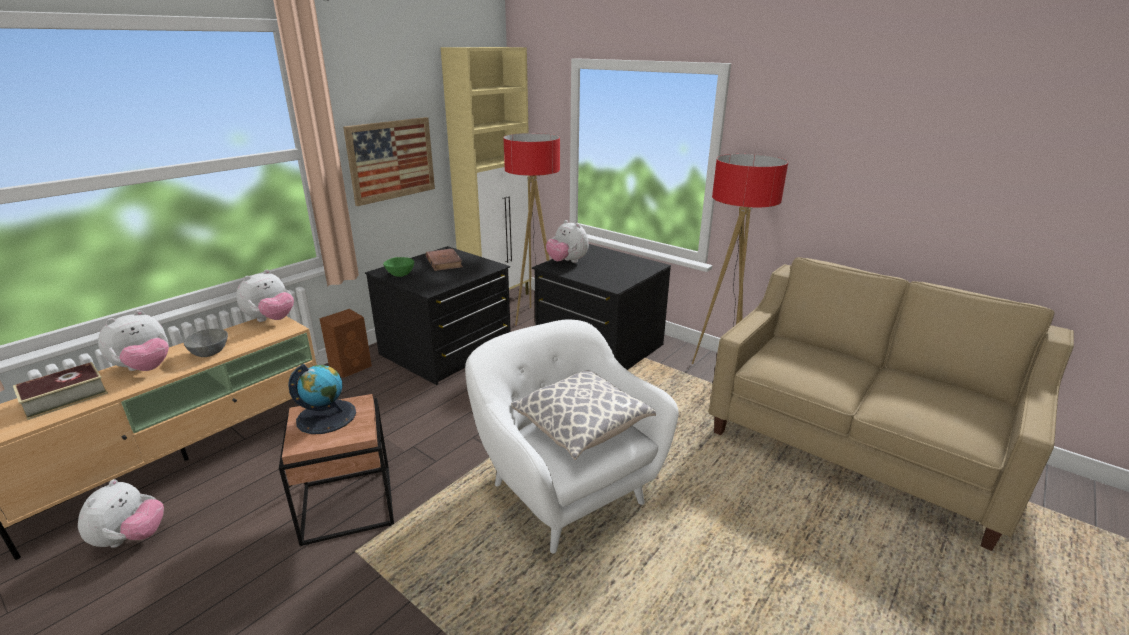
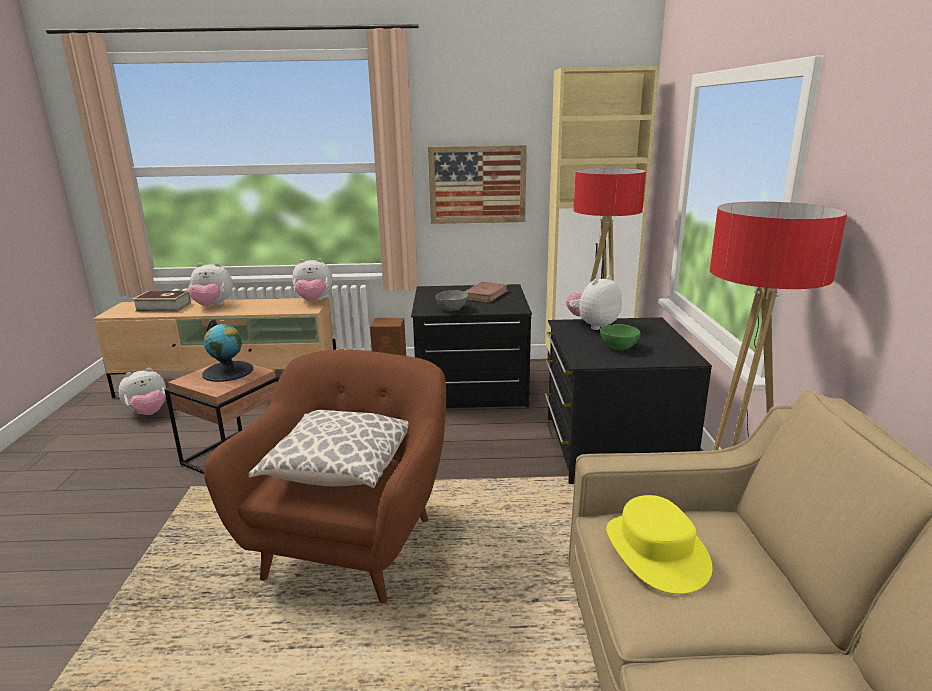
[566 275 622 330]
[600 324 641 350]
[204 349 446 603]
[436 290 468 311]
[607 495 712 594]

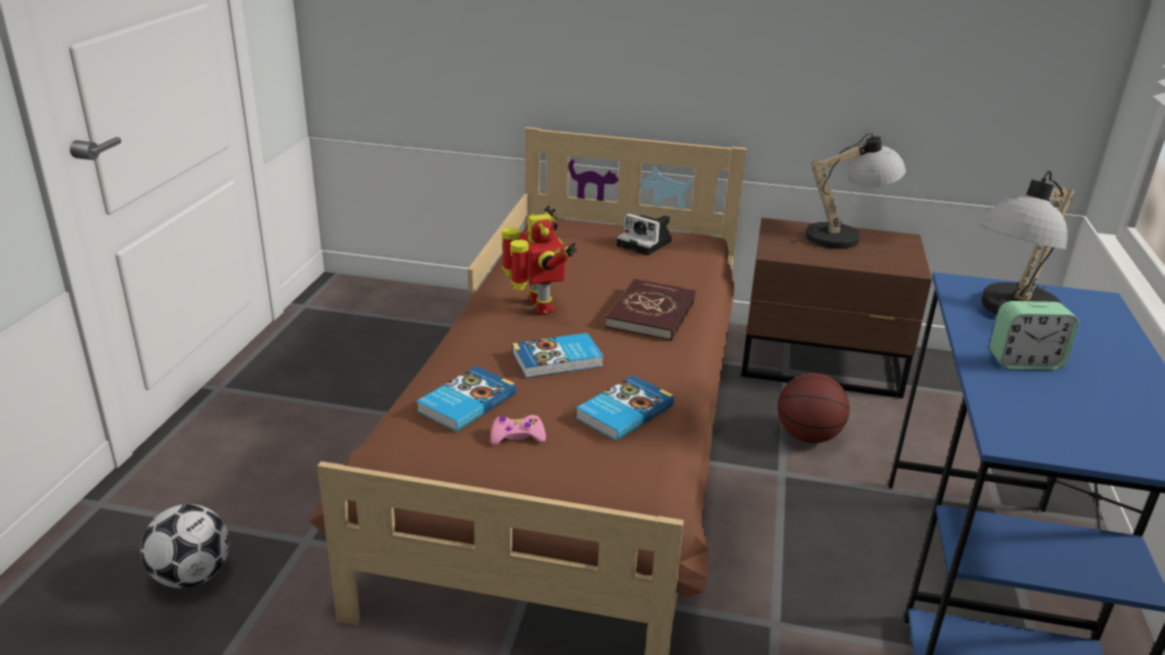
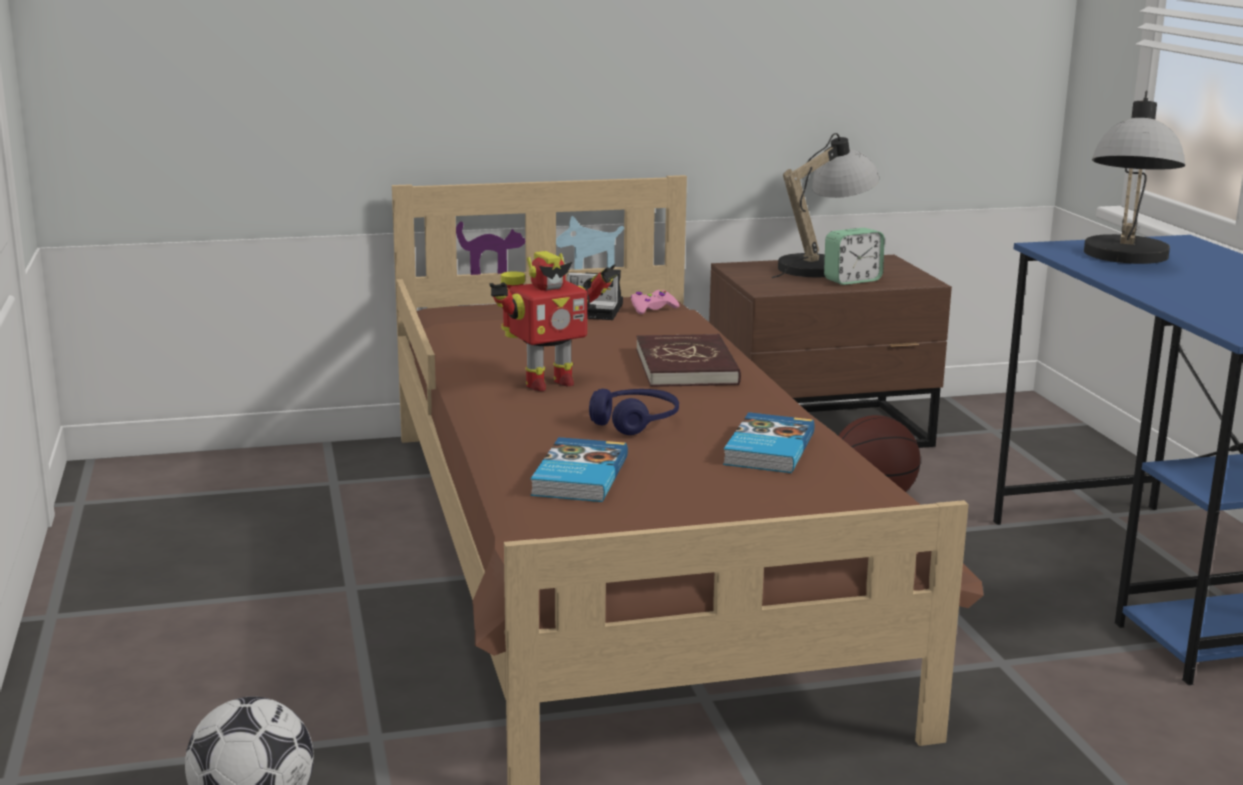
[489 251 617 391]
[824 228 885 285]
[589 389 679 435]
[630 290 680 314]

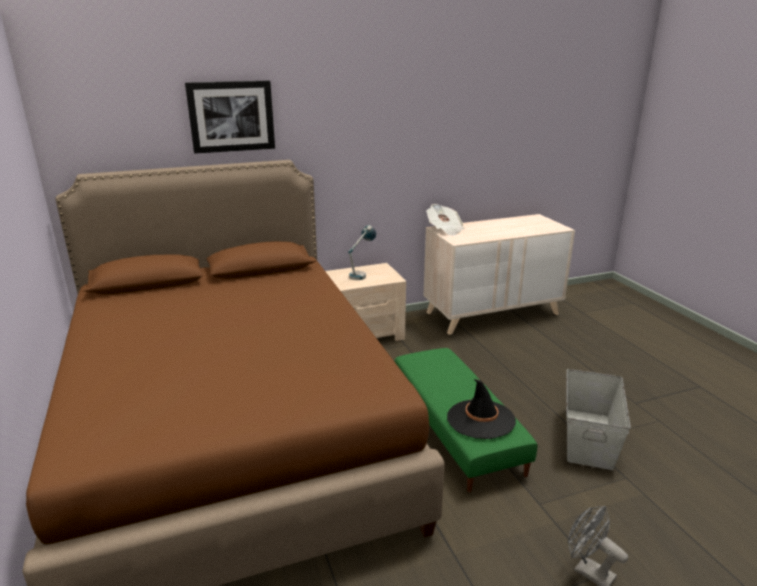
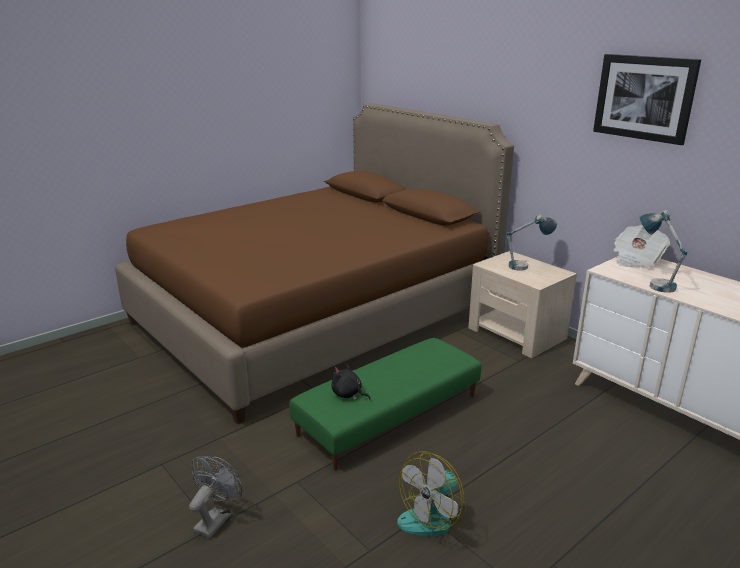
[593 54 701 145]
[397 452 467 536]
[331 363 371 400]
[640 210 687 293]

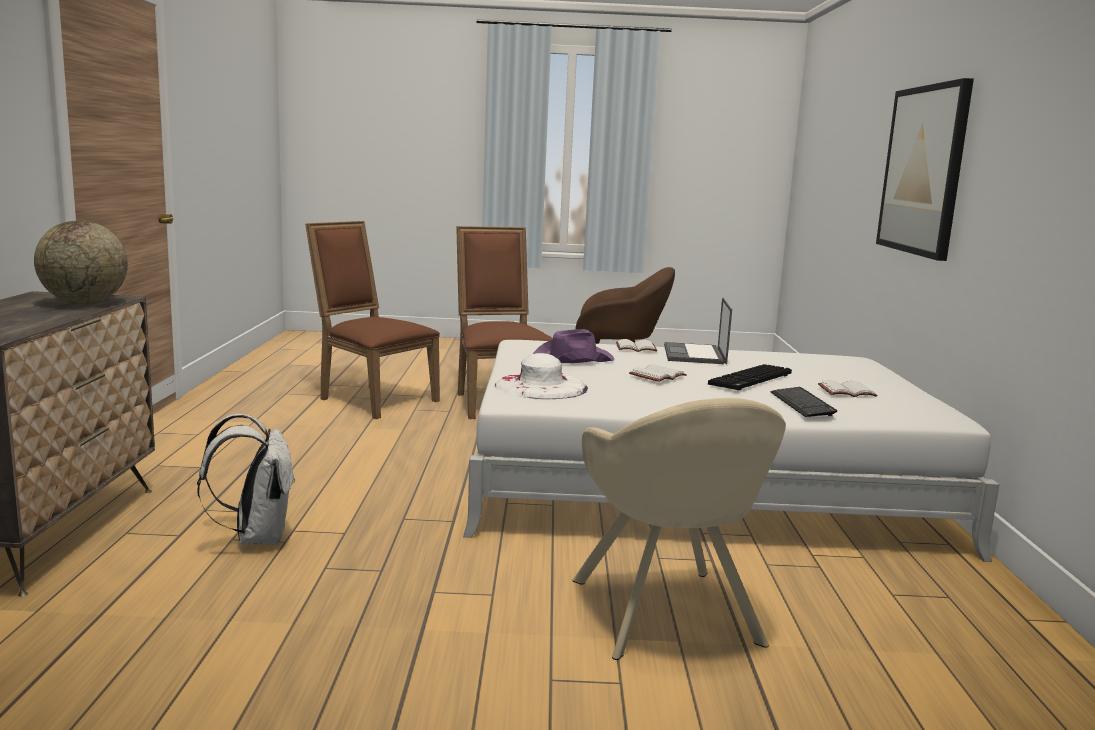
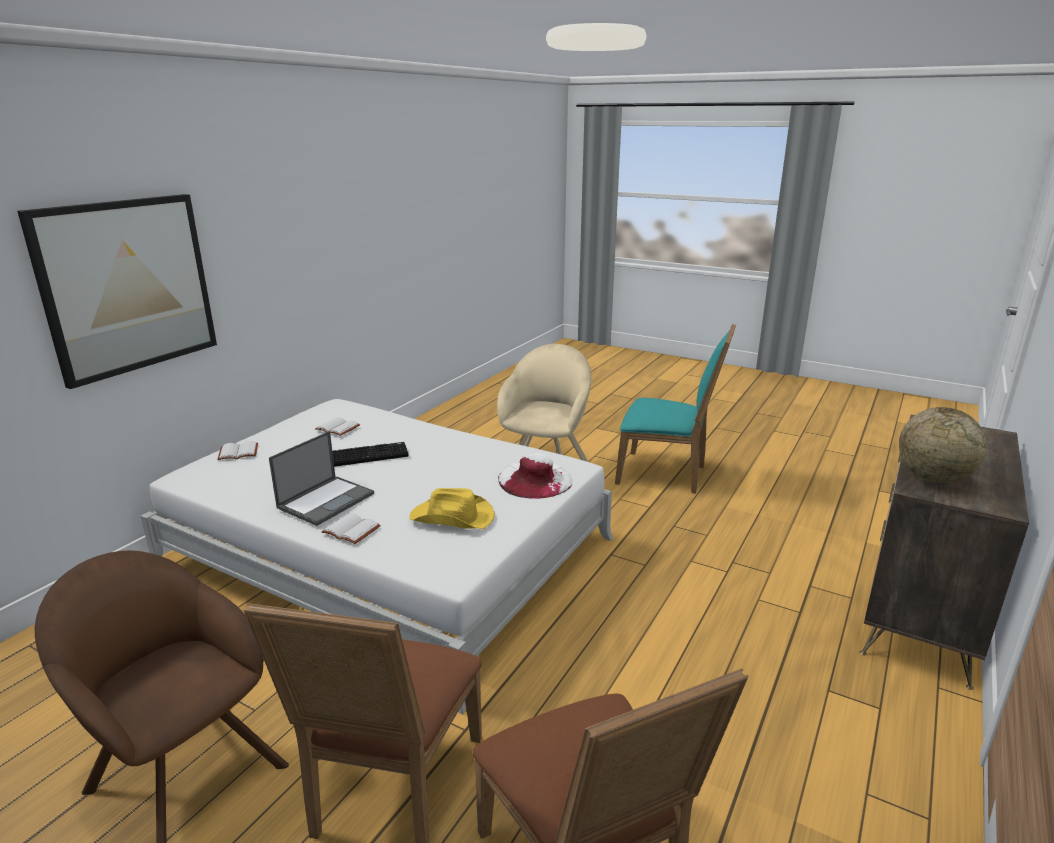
[409 488 495 529]
[217 441 258 460]
[770 387 837 417] (first image)
[197 414 295 544] (first image)
[615 324 736 494]

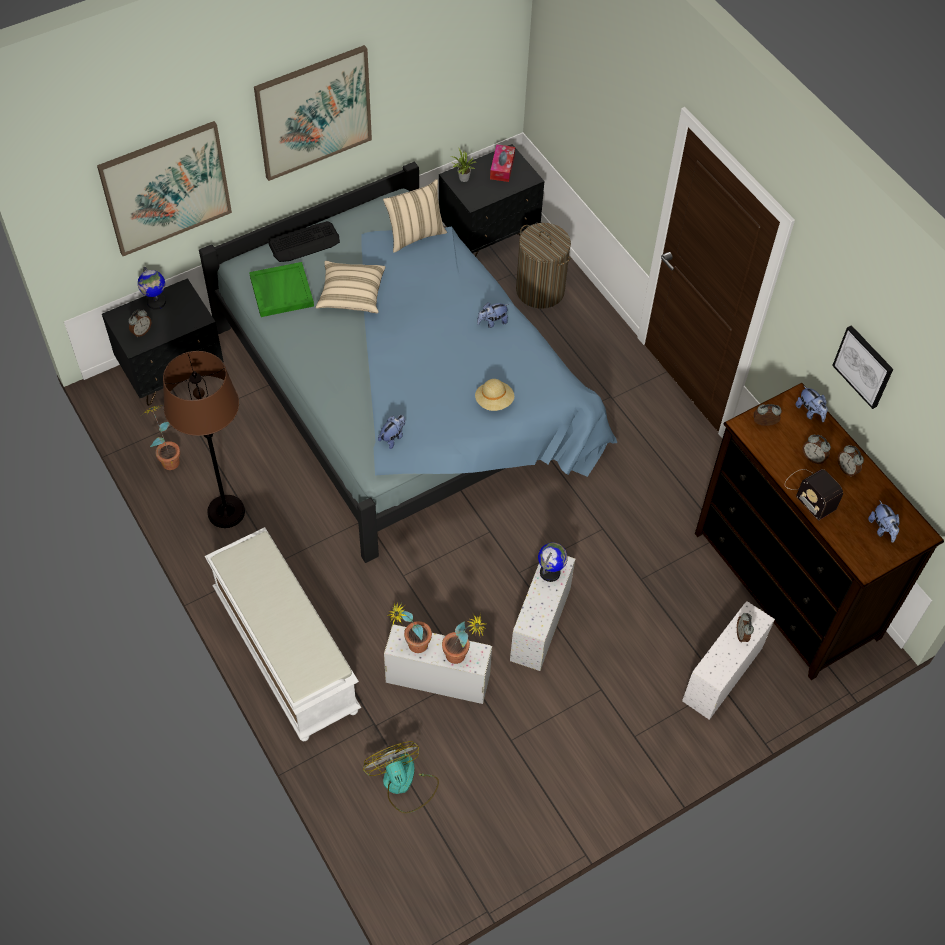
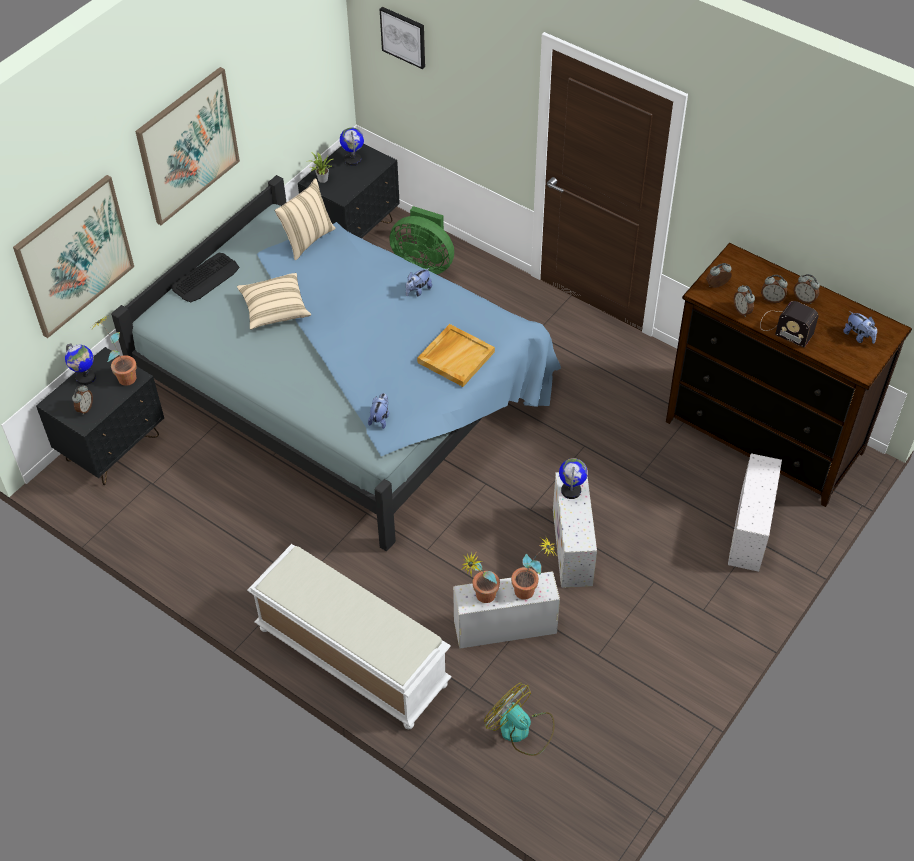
[340 128 364 166]
[389 206 454 274]
[249 262 314 317] (first image)
[380 7 425 69]
[163 351 245 528] (first image)
[417 324 495 387]
[796 385 828 422] (first image)
[93 317 137 386]
[734 285 755 317]

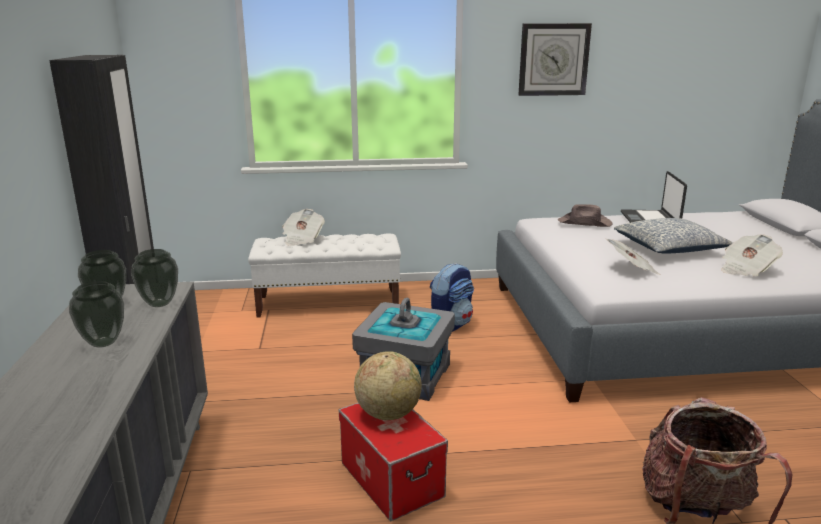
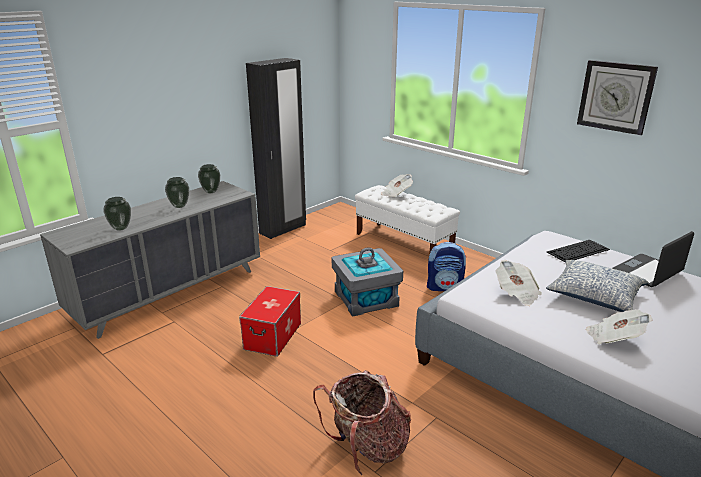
[547 240 610 263]
[104 197 131 231]
[354 351 422 420] (first image)

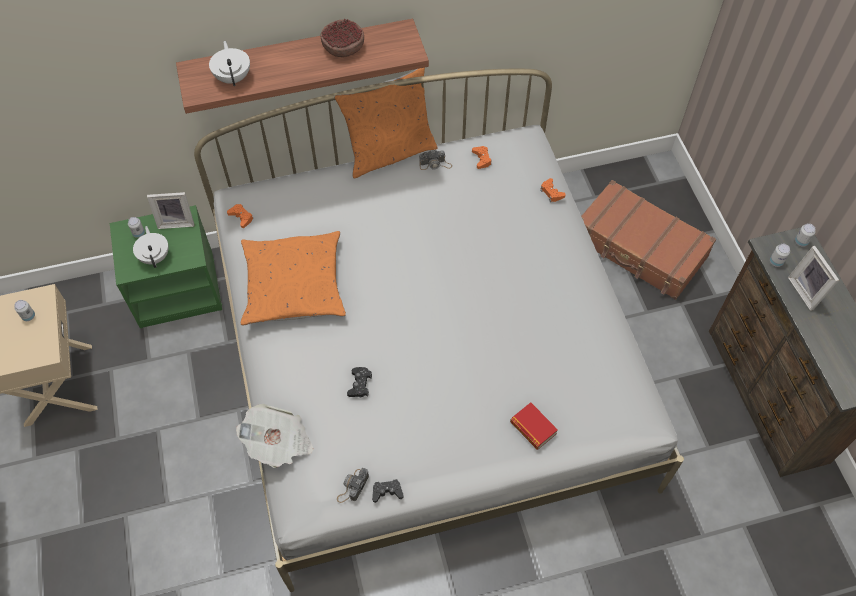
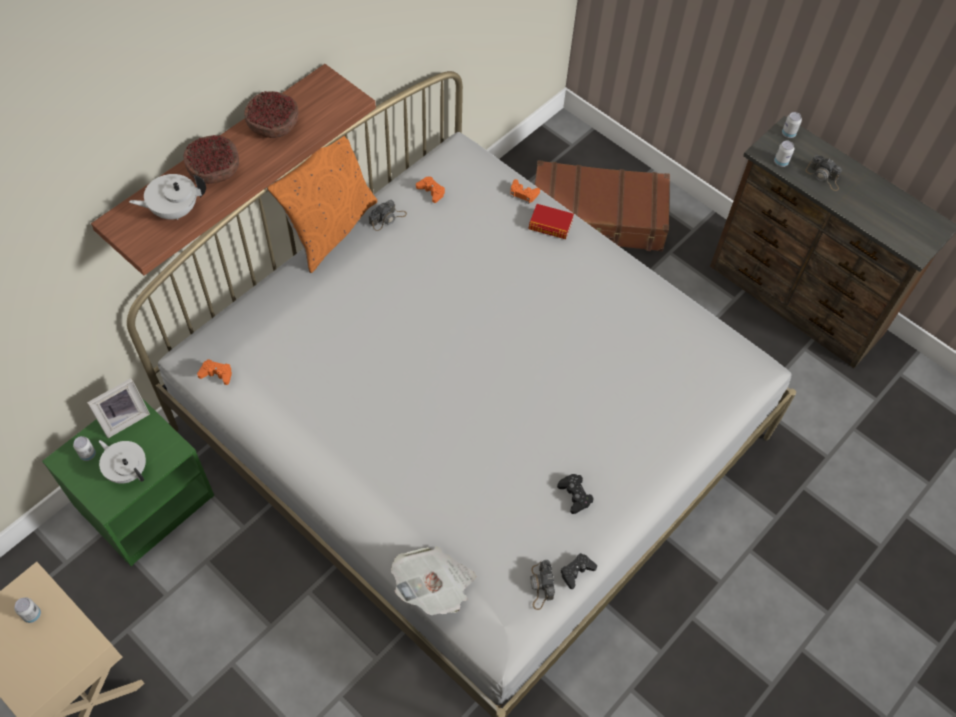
[129 174 206 220]
[241 231 346 326] (first image)
[806 155 842 191]
[557 474 594 514]
[529 204 574 239]
[184 135 239 184]

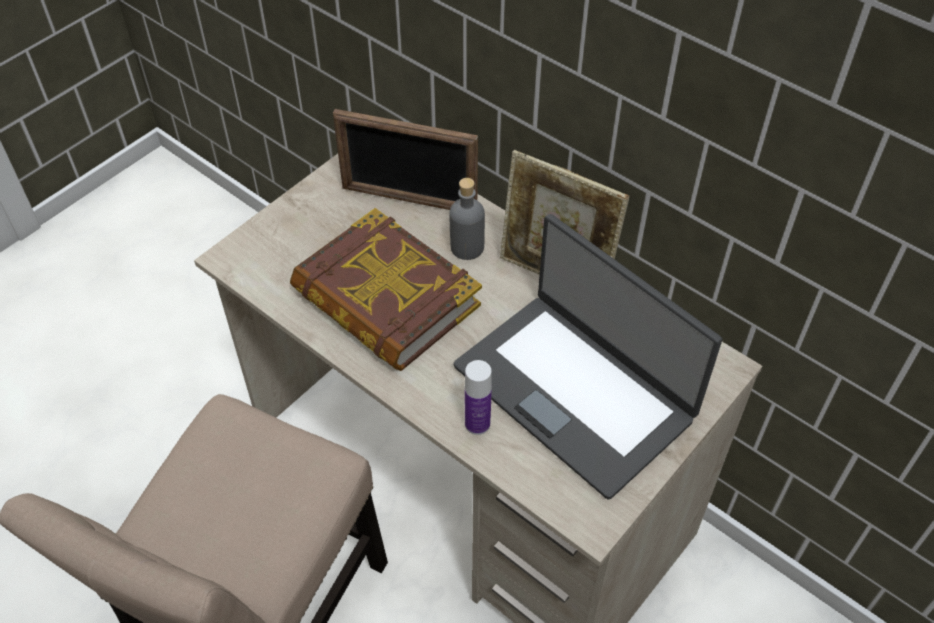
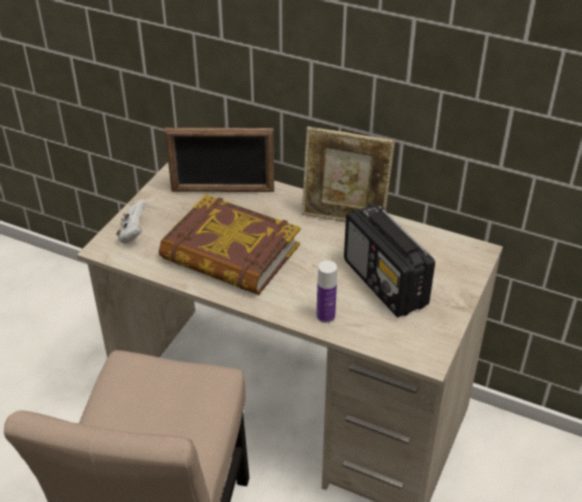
[450 178 485 260] (first image)
[344 204 435 317]
[116 200 146 244]

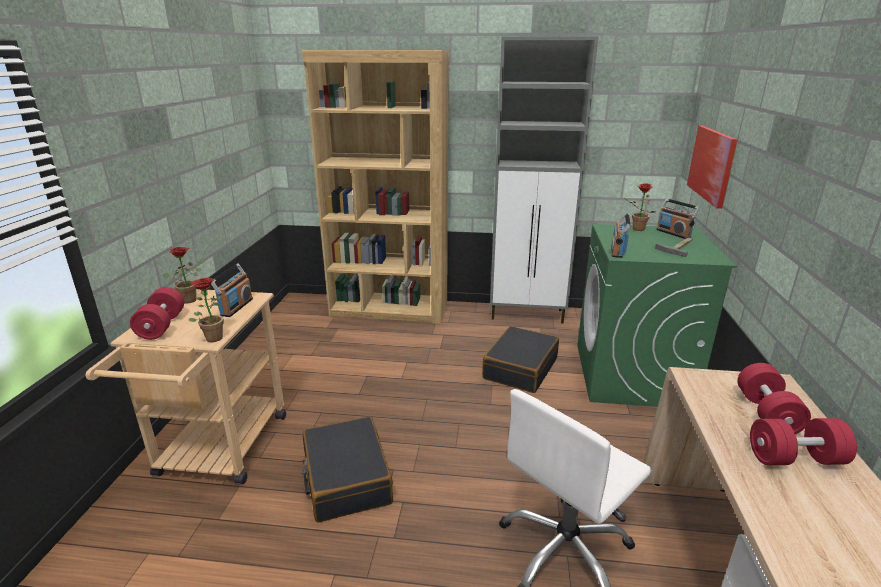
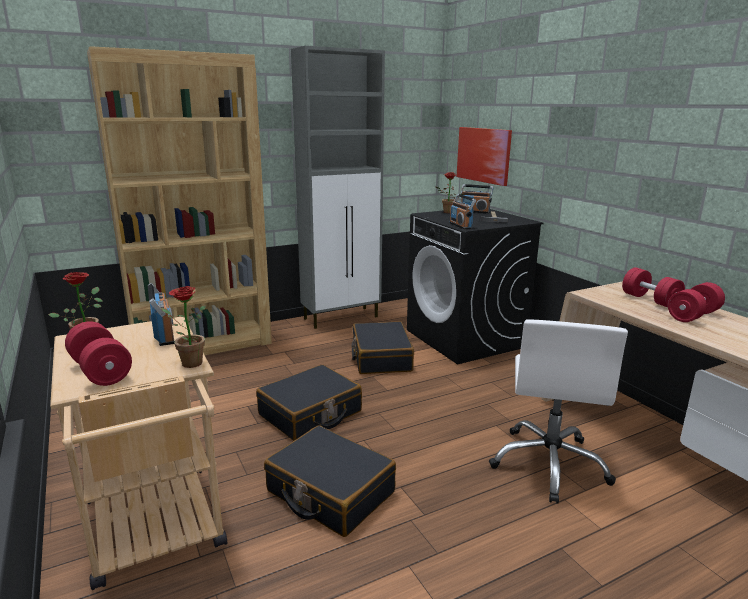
[407 209 543 364]
[256 365 362 441]

